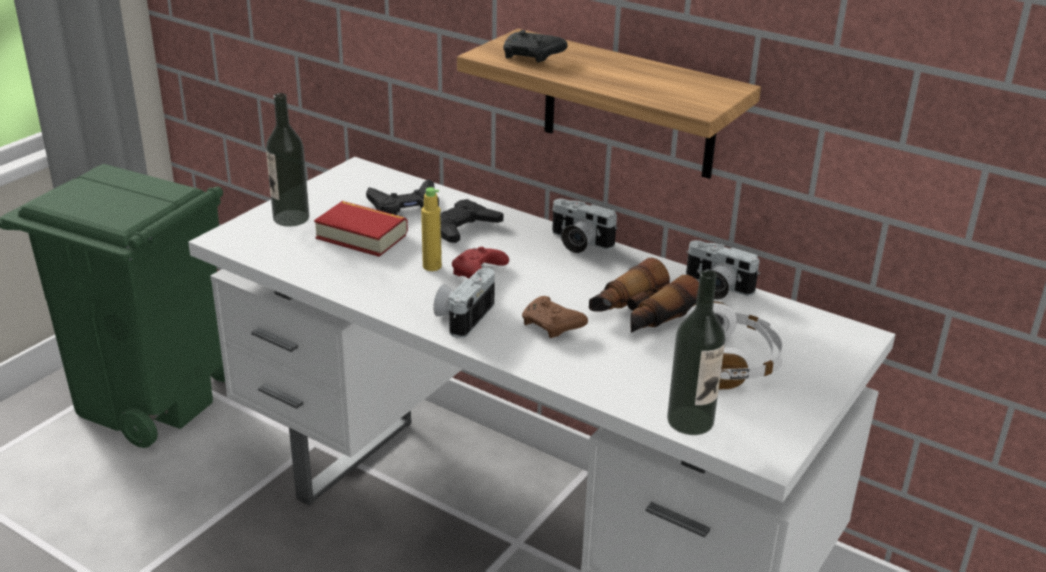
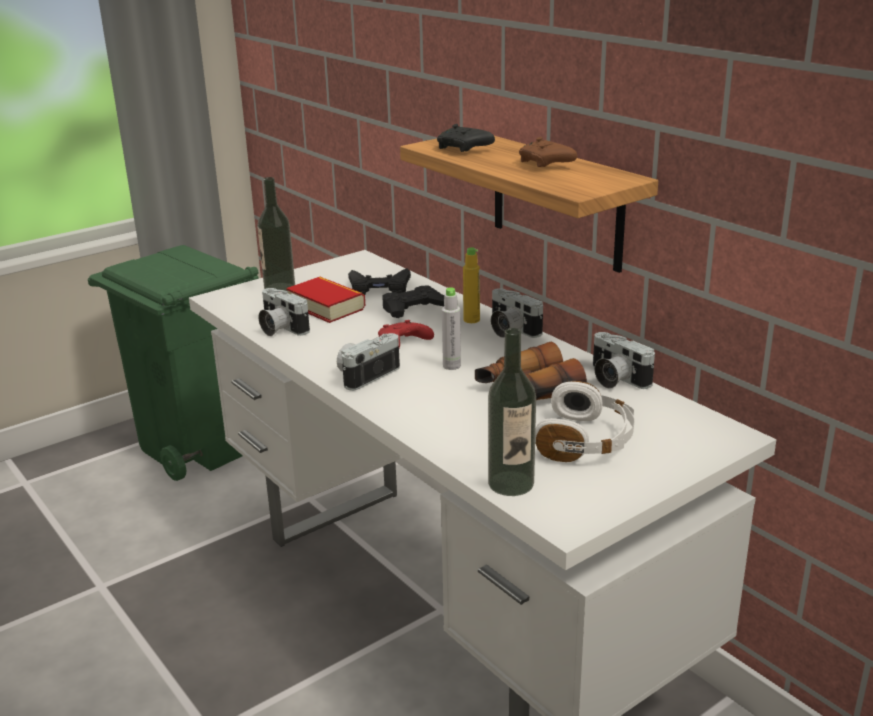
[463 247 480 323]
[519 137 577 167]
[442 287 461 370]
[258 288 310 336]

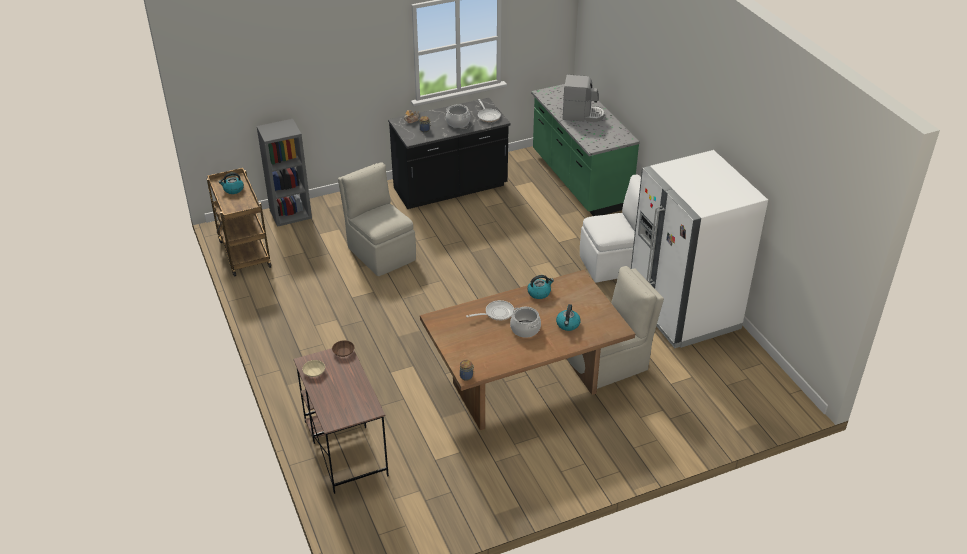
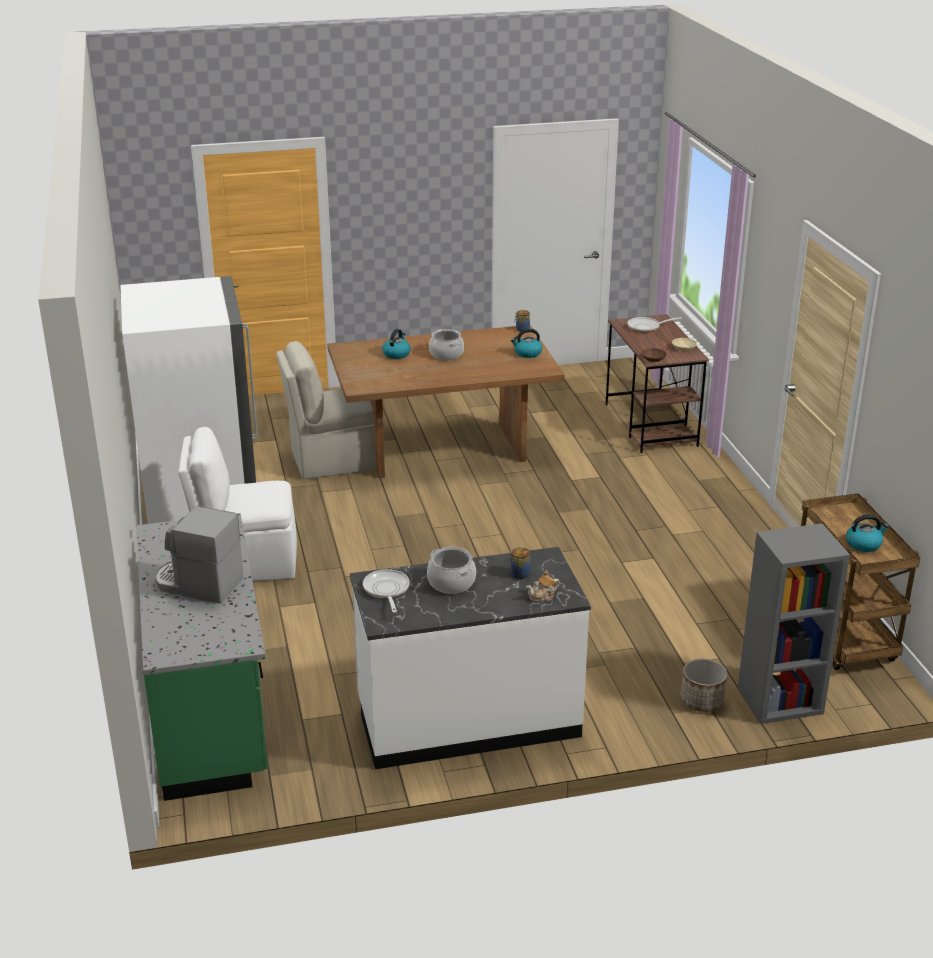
[350 547 591 769]
[338 162 416 276] (first image)
[511 329 542 358]
[628 317 682 332]
[681 659 728 712]

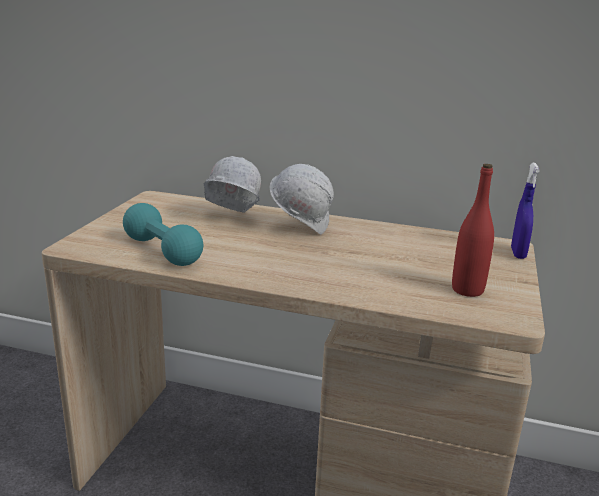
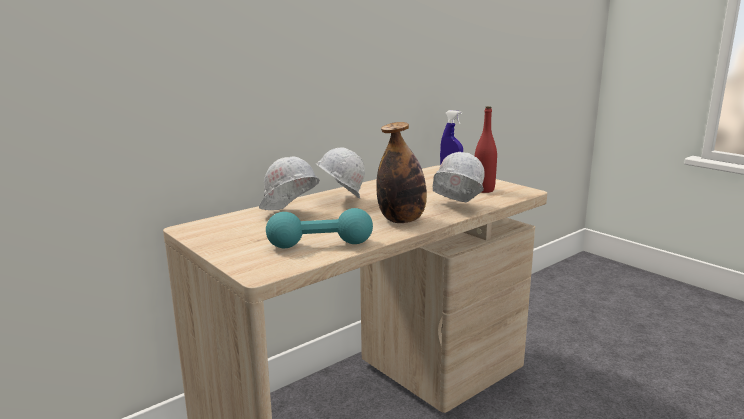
[376 122 427 223]
[433 152 485 203]

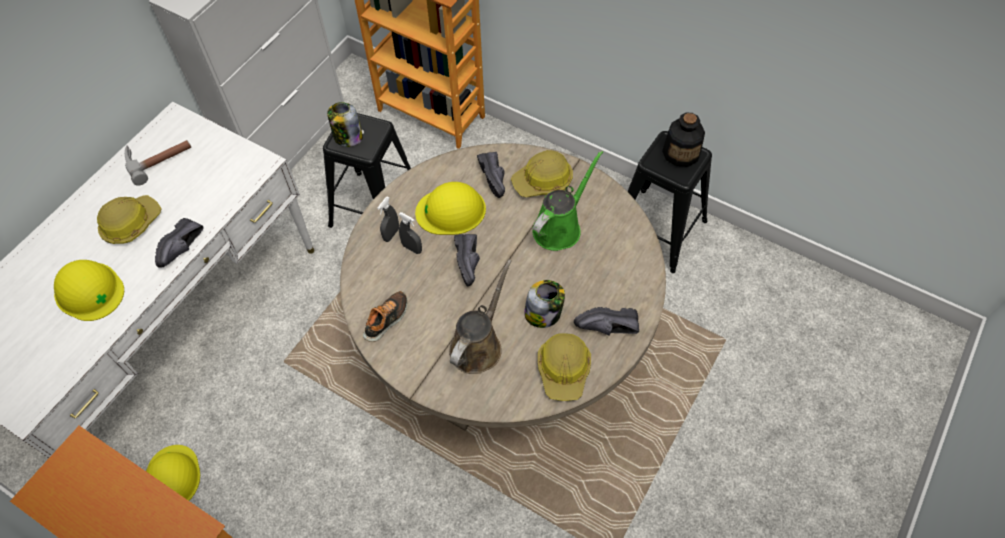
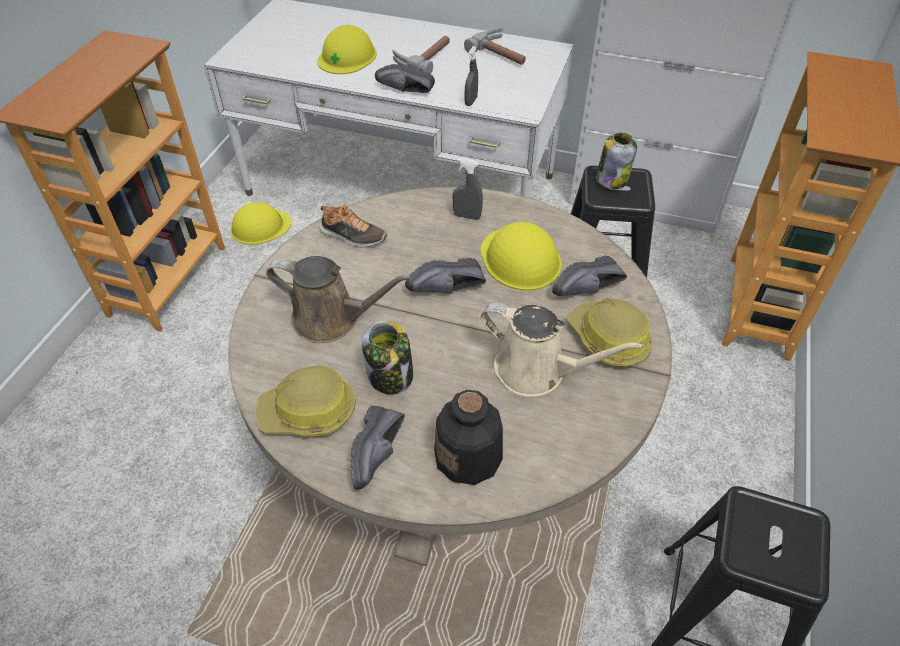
[434 390 503 485]
[481 303 643 397]
[392 36 450 74]
[465 46 478 106]
[351 406 404 490]

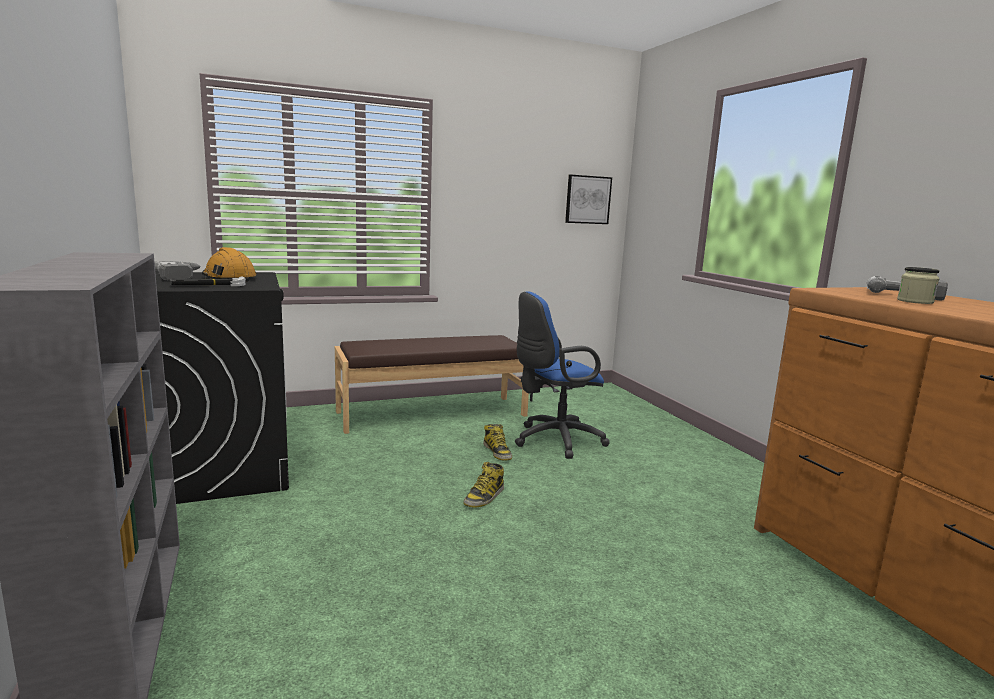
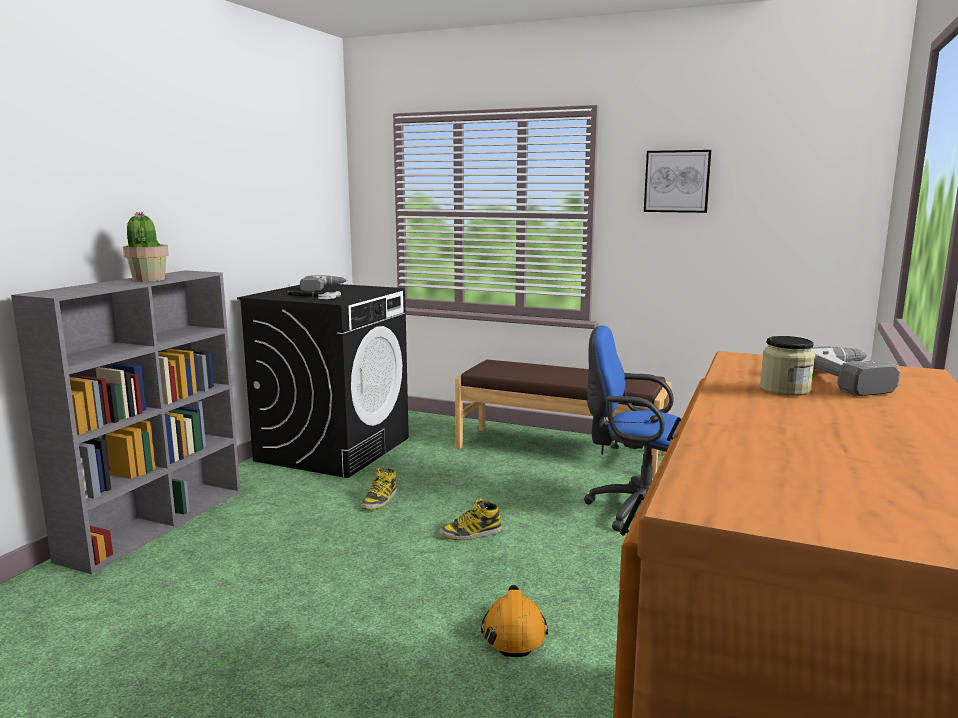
[644 150 711 213]
[481 585 548 657]
[361 468 397 510]
[123 212 169 282]

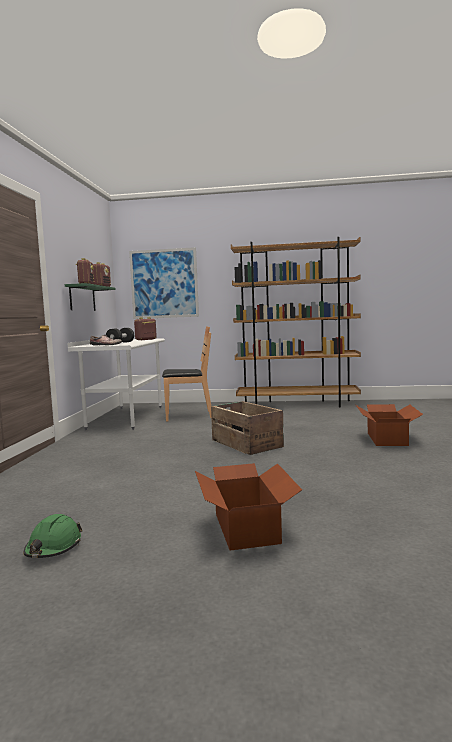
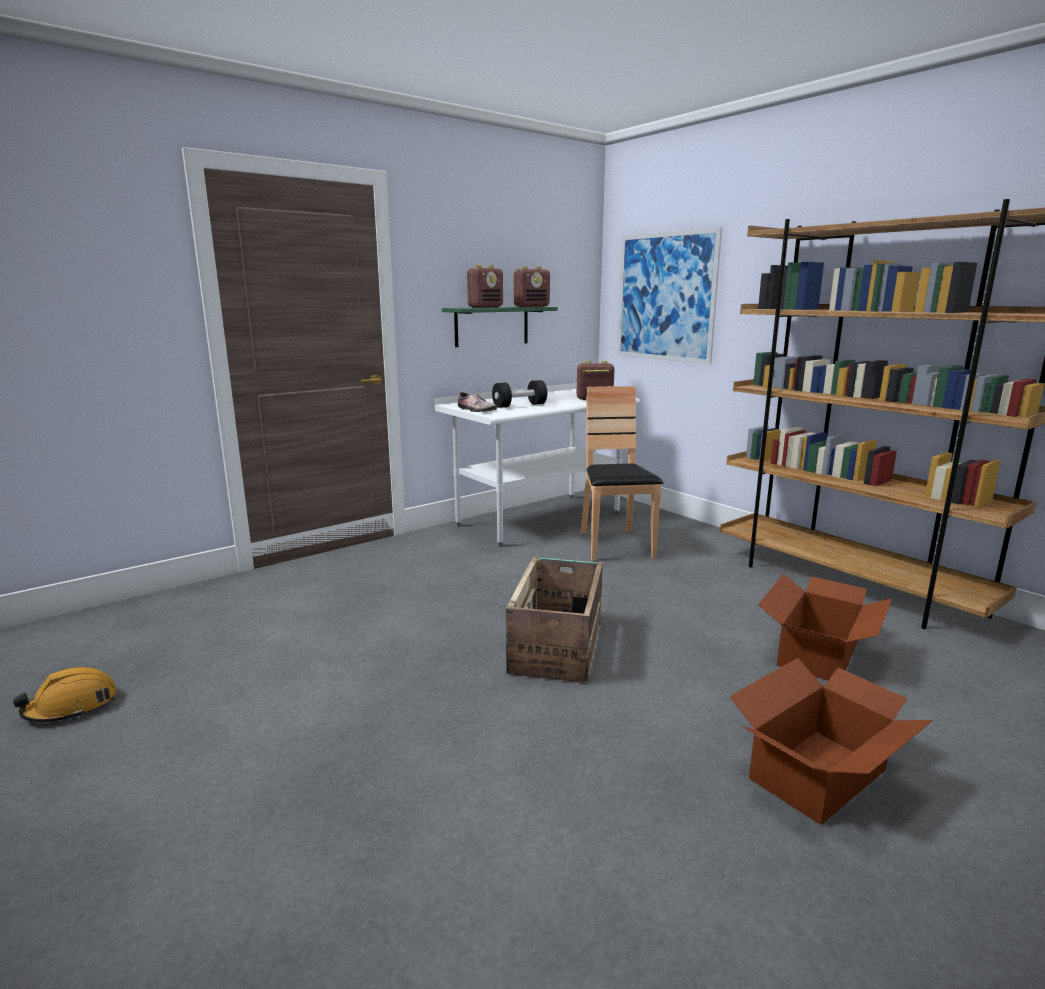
[580 386 663 561]
[758 574 892 680]
[13 667 117 722]

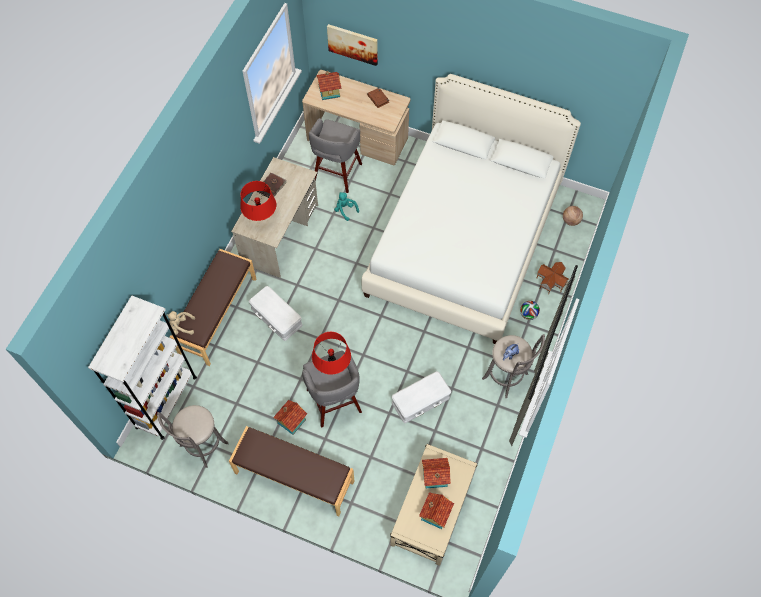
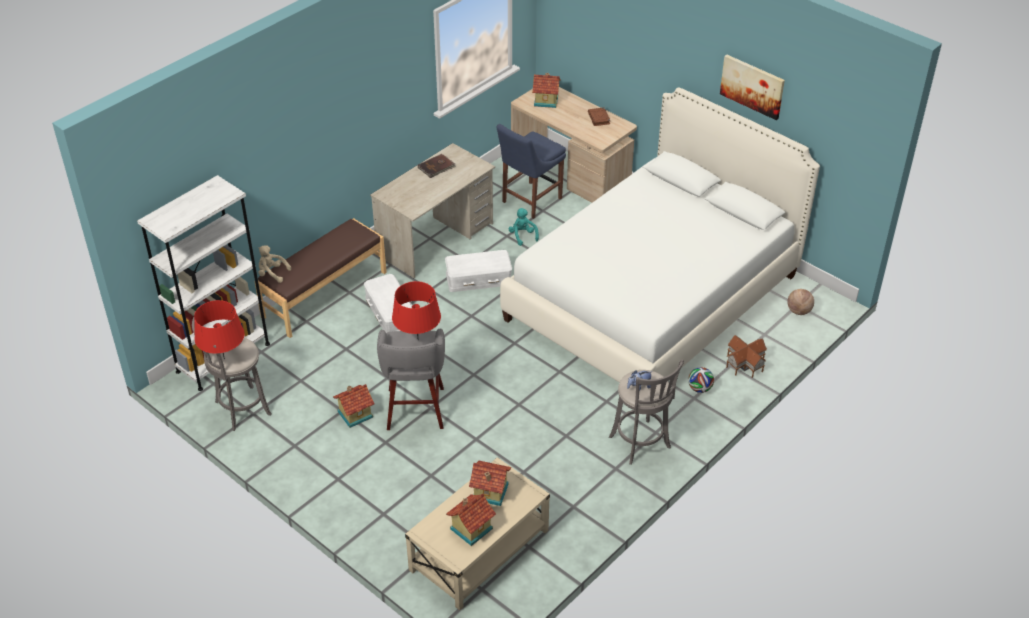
[720 55 785 120]
[497 124 566 219]
[194 300 245 360]
[445 250 512 292]
[229 426 354 516] (first image)

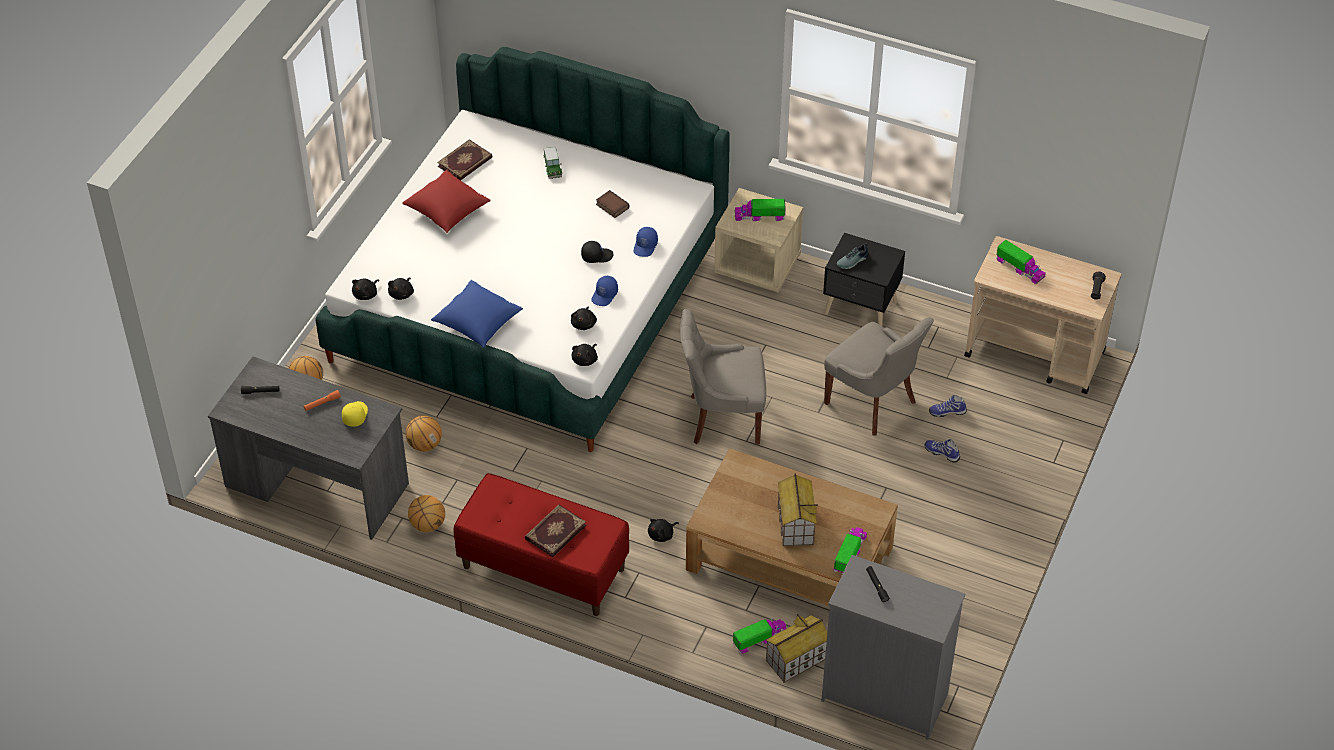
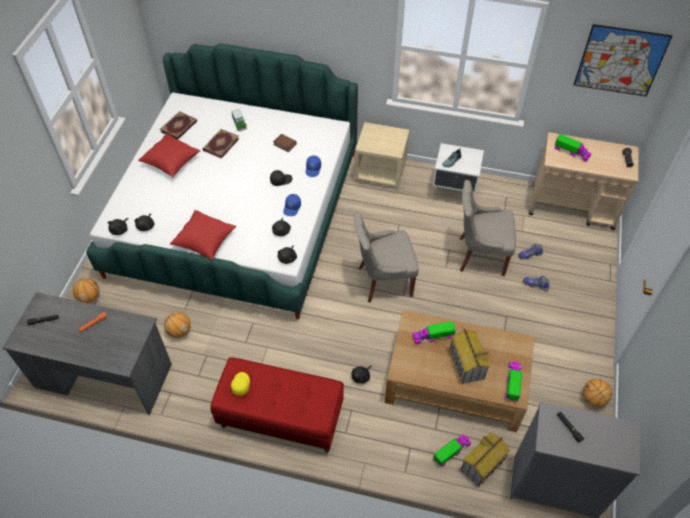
[412 321 456 344]
[432 143 484 199]
[170 210 236 260]
[459 180 516 276]
[231 372 250 396]
[583 379 612 407]
[202 129 239 159]
[574 24 672 97]

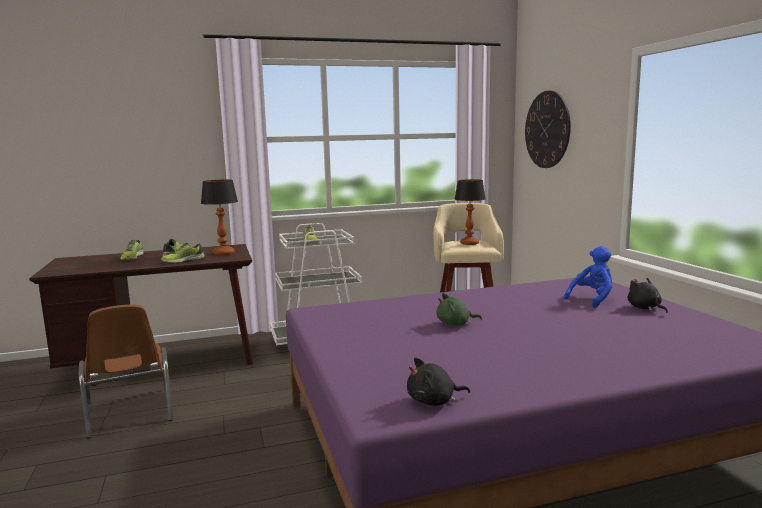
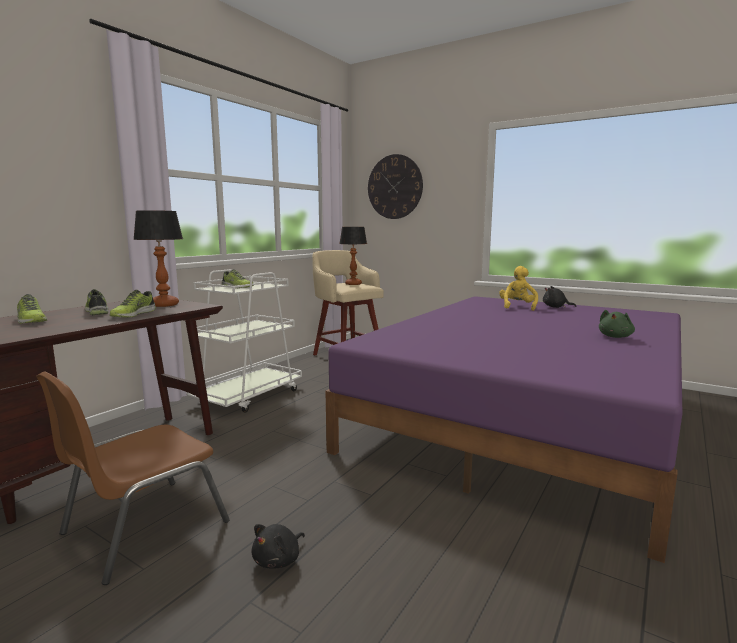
[499 266 538 311]
[599 310 635 338]
[36 371 230 585]
[251 524 305 569]

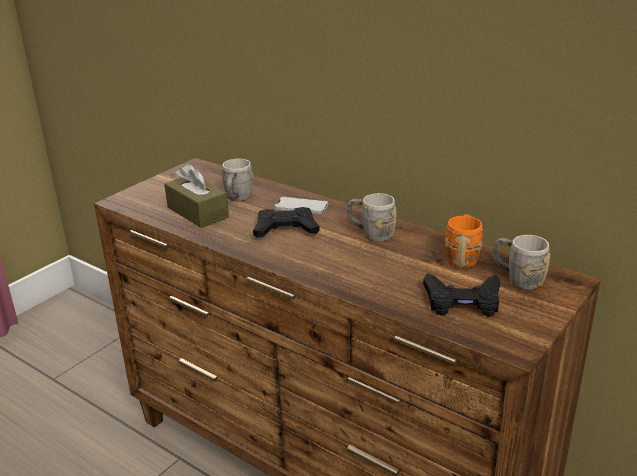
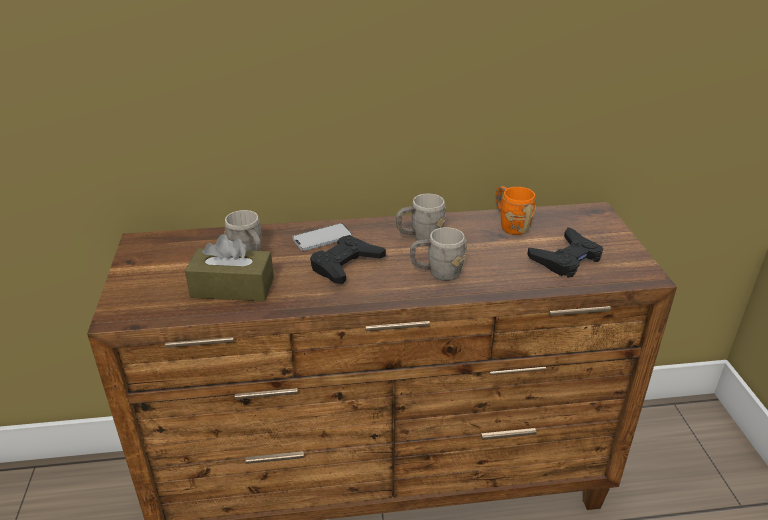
[410 227 467 281]

